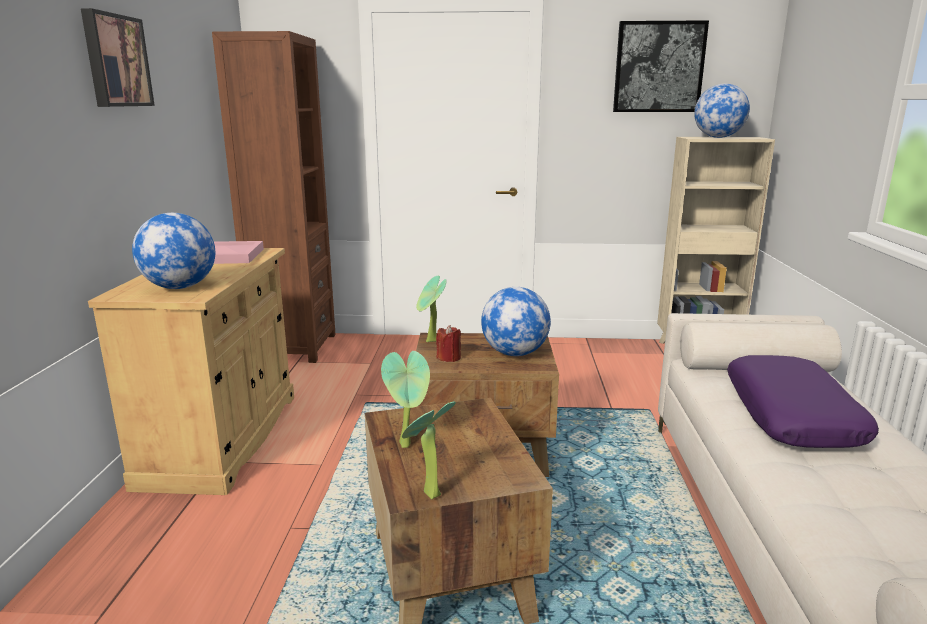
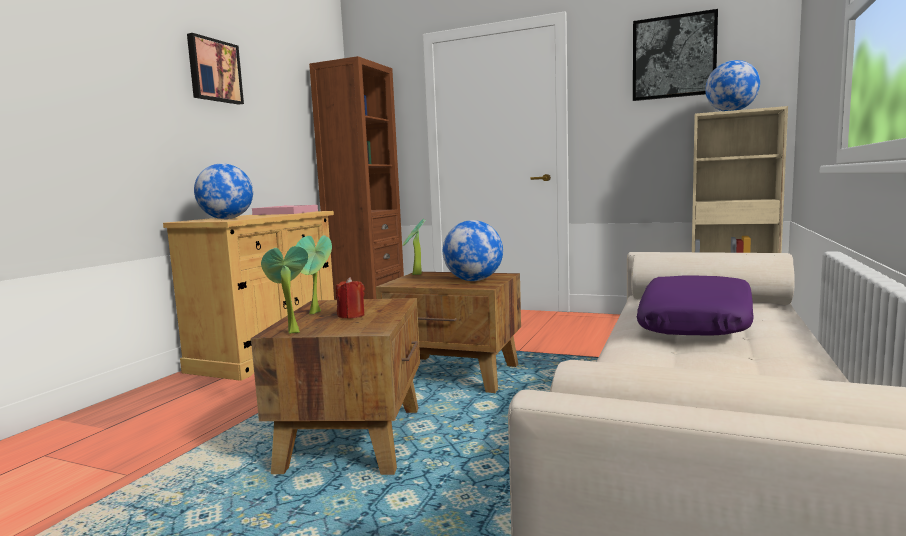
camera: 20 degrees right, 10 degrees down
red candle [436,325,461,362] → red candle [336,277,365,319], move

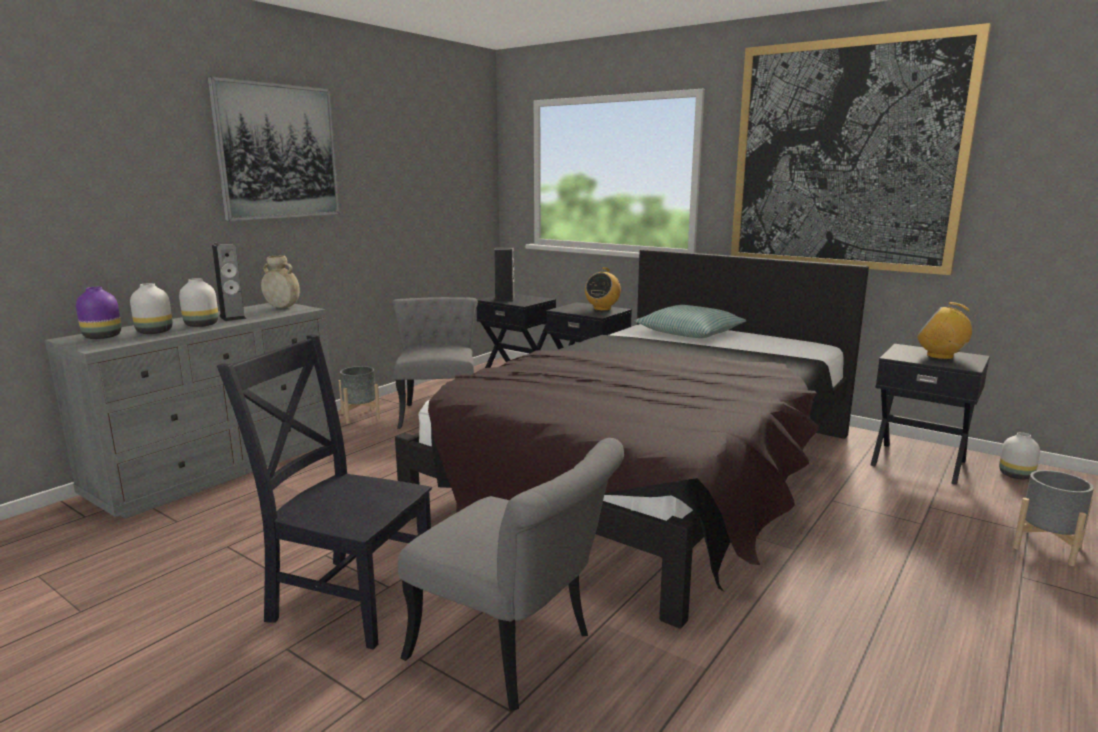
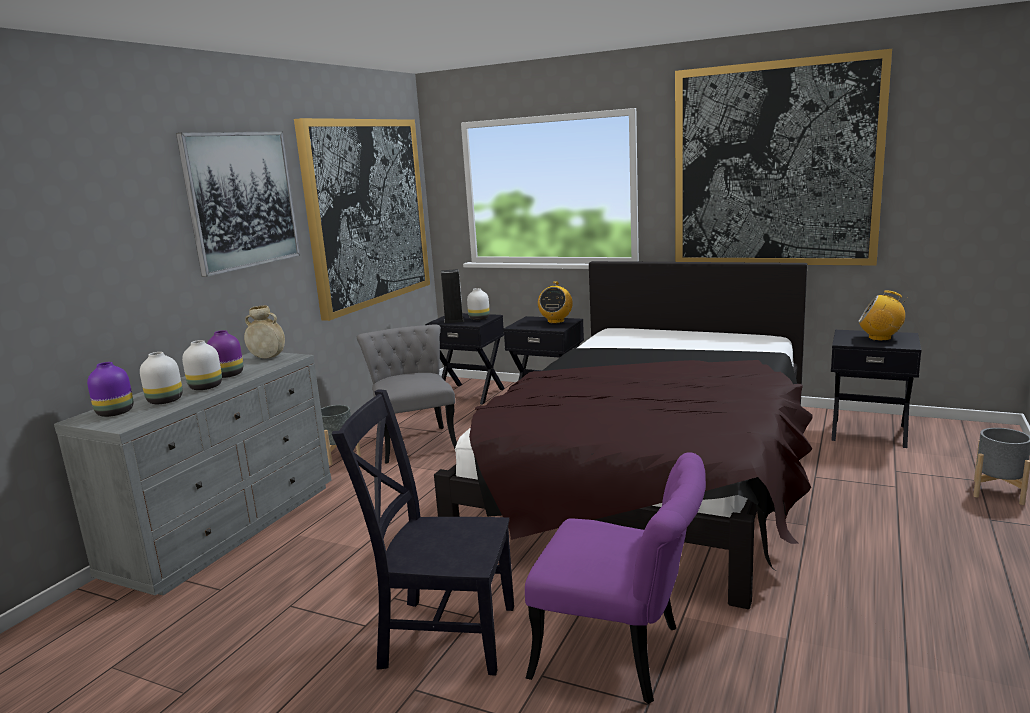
camera: 10 degrees left, 0 degrees up
pillow [635,305,747,338] → -
- → picture [294,118,430,321]
white vase [999,432,1040,480] → white vase [467,288,490,320], move
speaker [212,242,246,321] → purple vase [207,330,243,378]
grey chair [398,438,624,711] → purple chair [525,452,706,704]

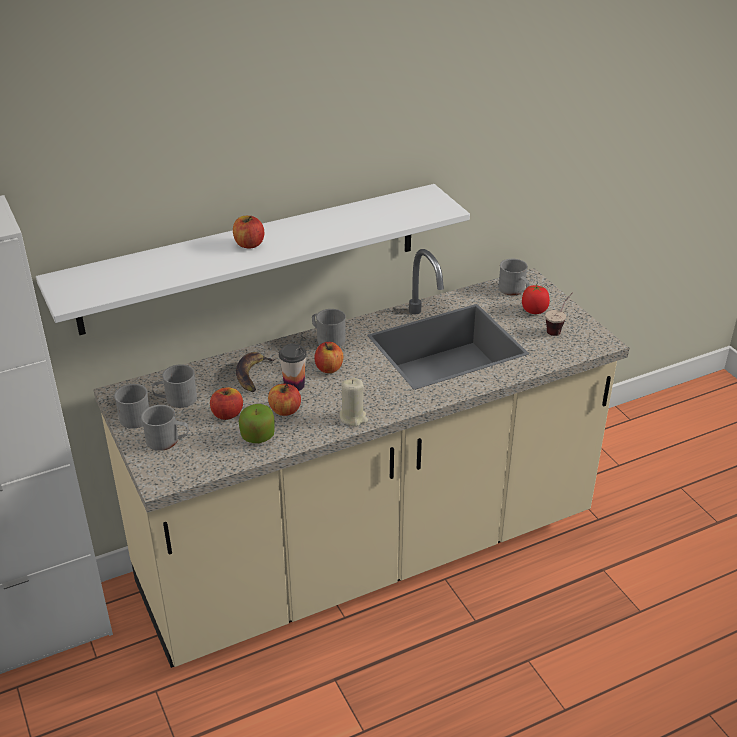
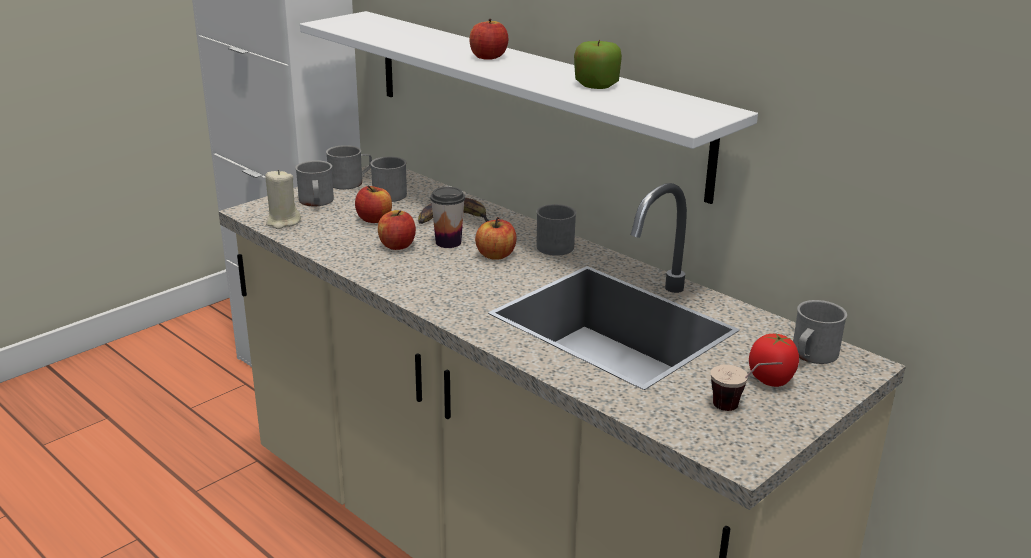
camera: 70 degrees right, 10 degrees down
apple [239,404,275,443] → apple [574,39,622,89], move
beige candle [340,378,368,427] → beige candle [265,169,301,229], move

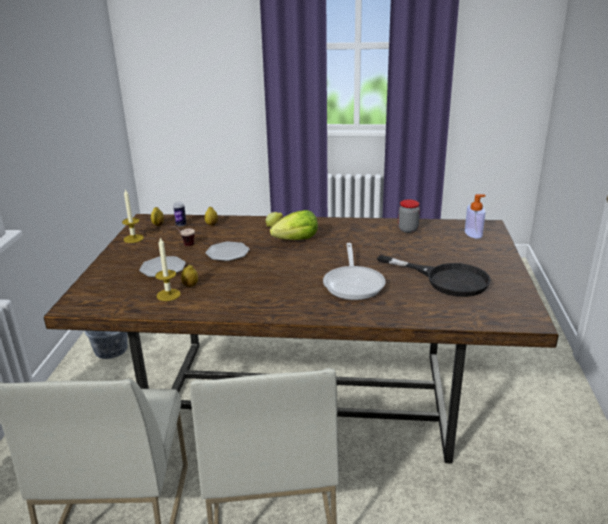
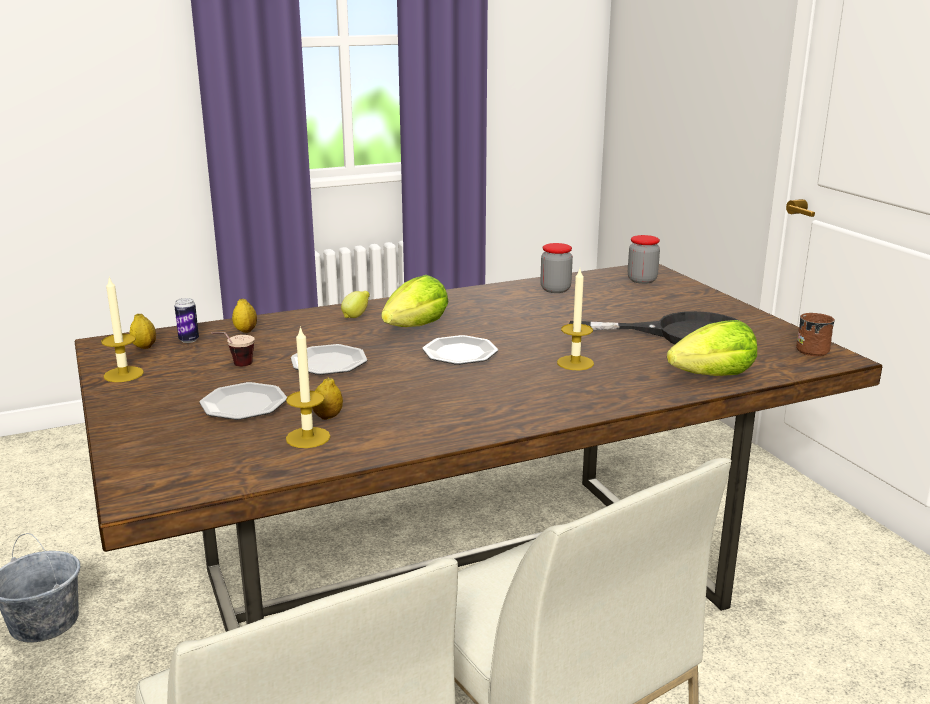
camera: 30 degrees left, 5 degrees down
- → plate [422,335,498,365]
- → lettuce [667,320,757,376]
- → brown mug [796,313,835,356]
frying pan [323,243,385,300] → candle [557,269,594,370]
soap dispenser [465,194,486,239] → jar [628,235,660,284]

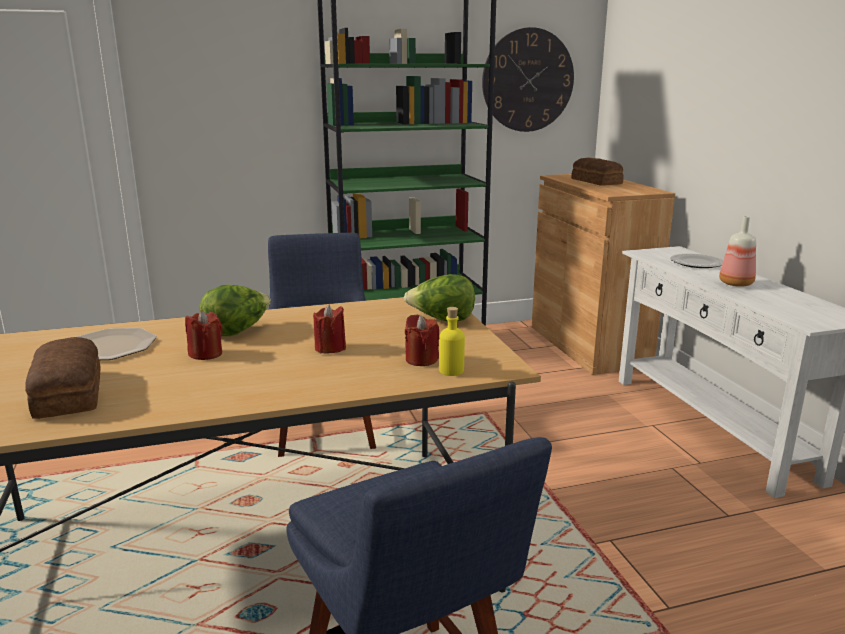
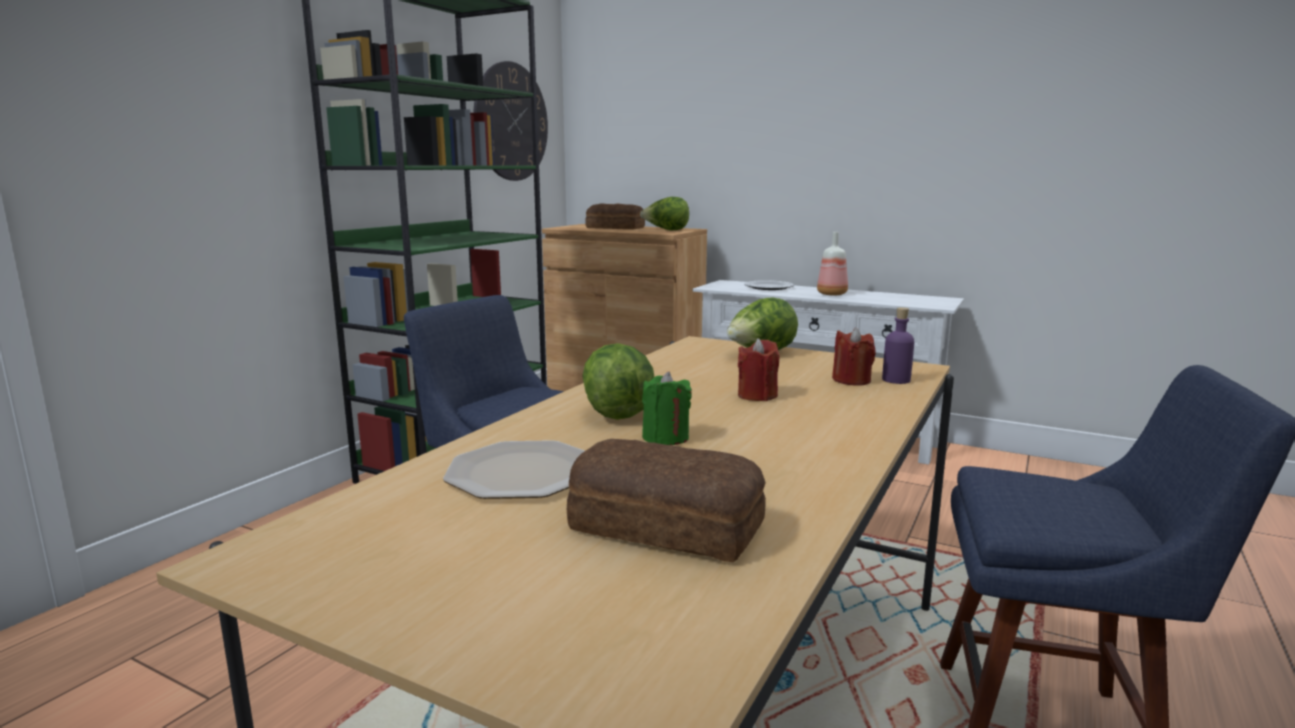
camera: 45 degrees left, 5 degrees down
- → lettuce [640,197,689,231]
red candle [185,311,223,360] → green candle [642,371,692,445]
yellow bottle [439,307,465,376] → purple bottle [882,307,914,384]

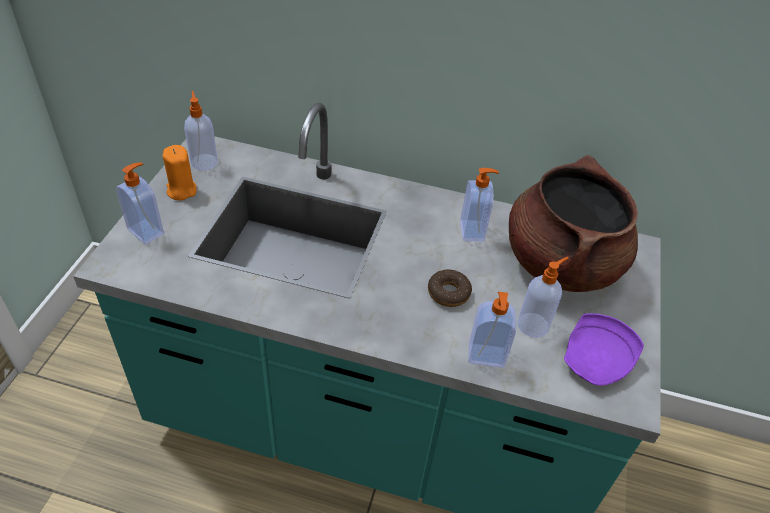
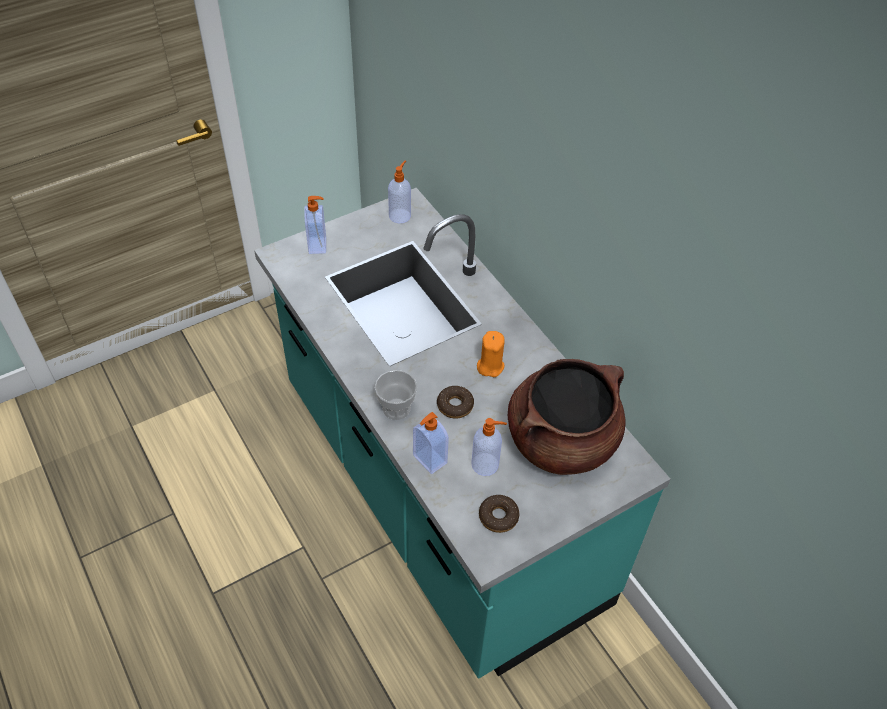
camera: 45 degrees right, 5 degrees up
soap dispenser [460,168,499,242] → -
- → cup [375,370,417,420]
orange candle [162,145,197,200] → orange candle [477,331,505,377], move
purple plate [564,313,644,386] → donut [479,495,519,533]

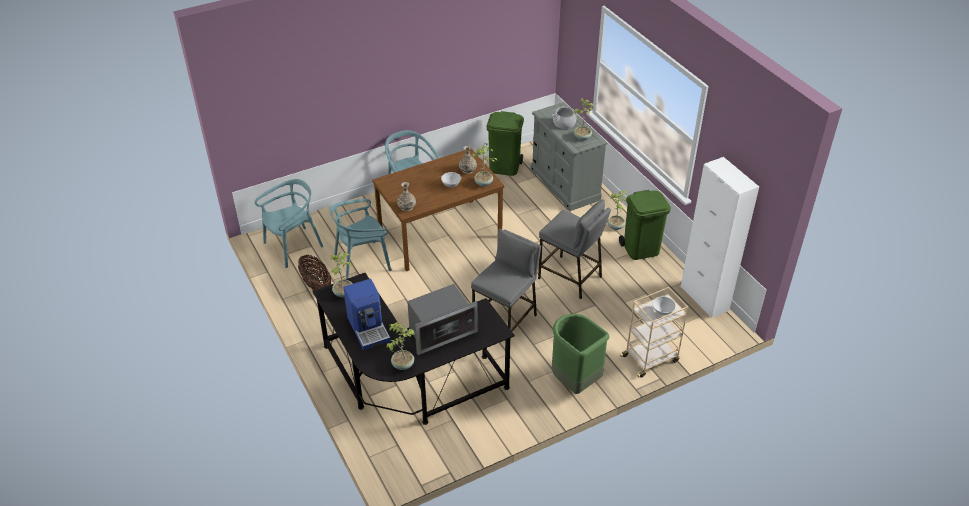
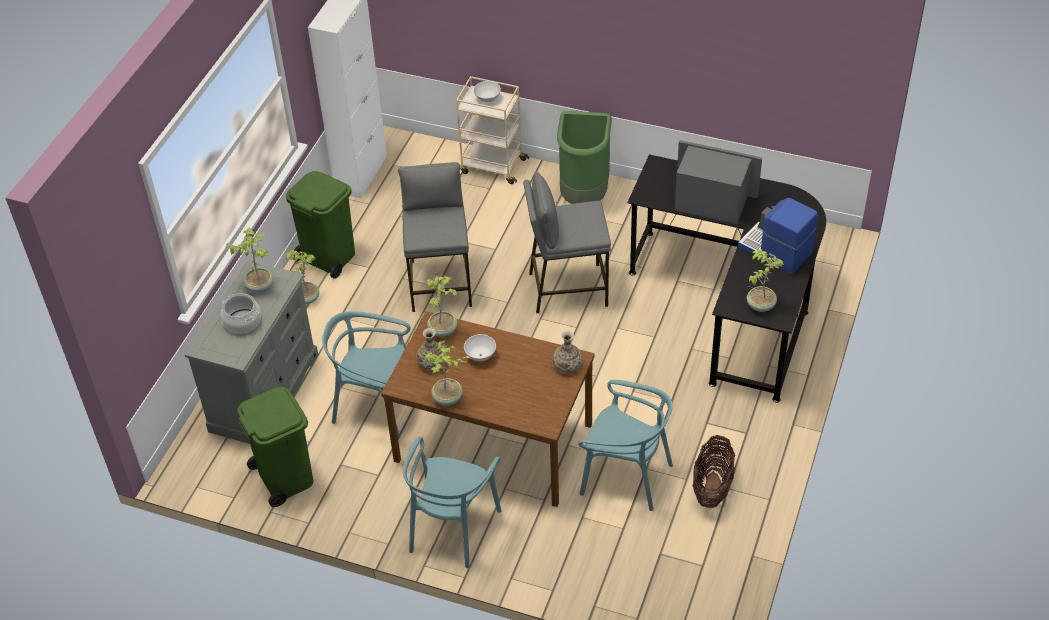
camera: 130 degrees left, 5 degrees up
turquoise chair [255,179,323,268] → turquoise chair [322,311,410,438], move
potted plant [386,322,415,370] → potted plant [424,340,471,406], move
coffee machine [344,279,391,350] → coffee machine [738,198,818,274], 75 degrees counterclockwise

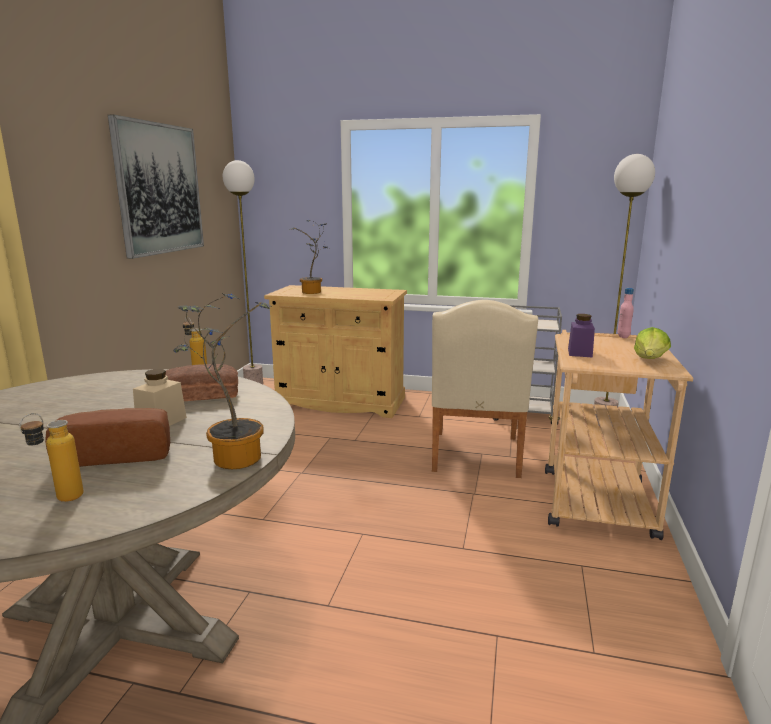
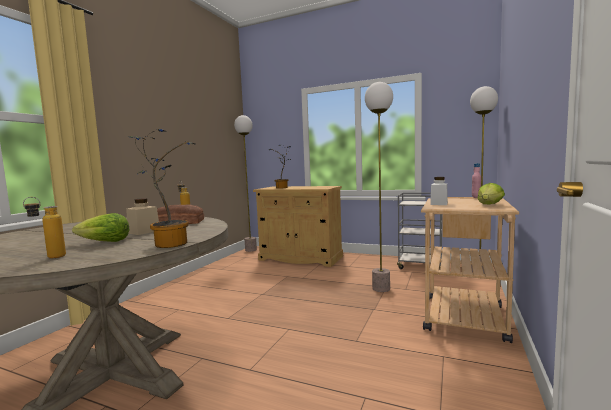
camera: 10 degrees right, 10 degrees down
picture [108,114,204,259] → -
bread [45,408,170,467] → lettuce [72,213,130,242]
beige chair [432,300,538,478] → floor lamp [365,82,393,292]
purple jar [568,314,595,358] → white jar [430,177,448,205]

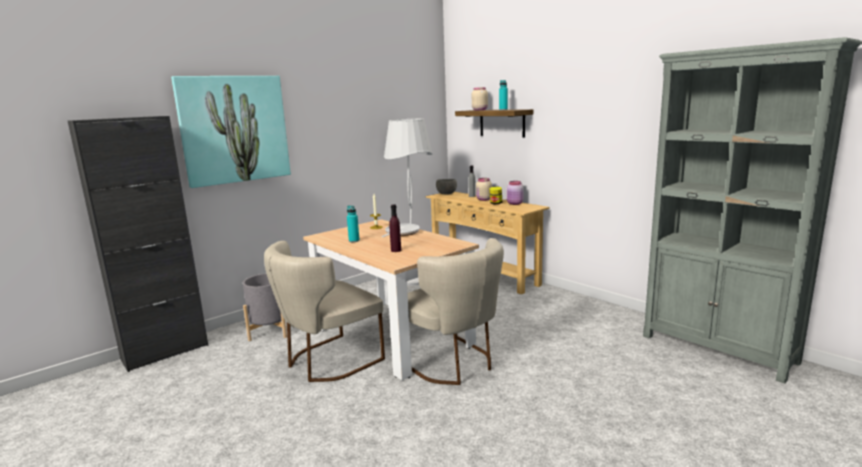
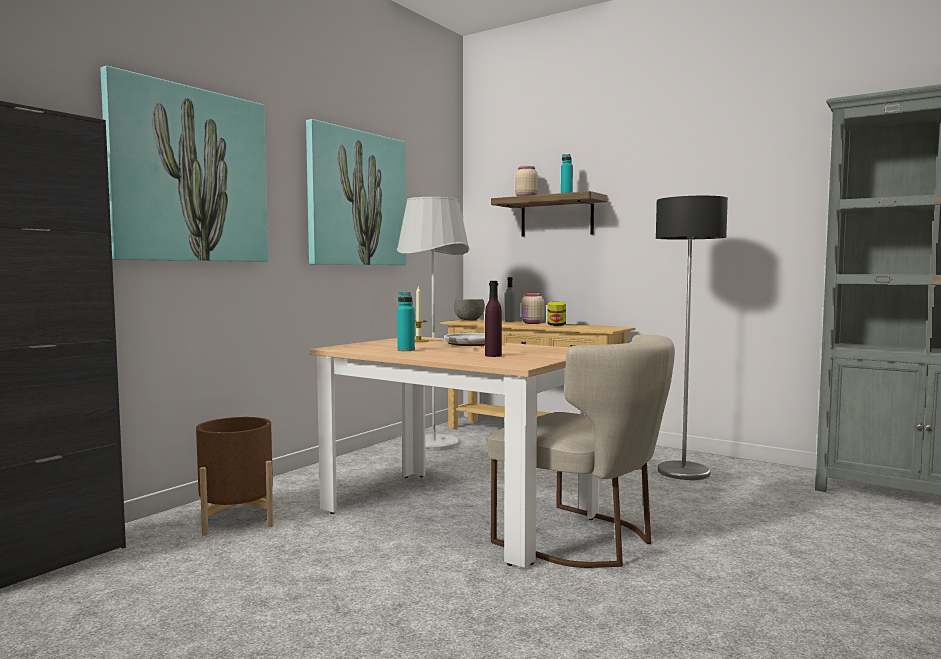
camera: 15 degrees left, 10 degrees down
beige chair [264,241,385,382] → -
pink jar [507,181,524,205] → -
- → picture [306,119,406,265]
- → floor lamp [656,196,728,480]
grey planter [243,273,287,341] → brown planter [196,417,273,536]

